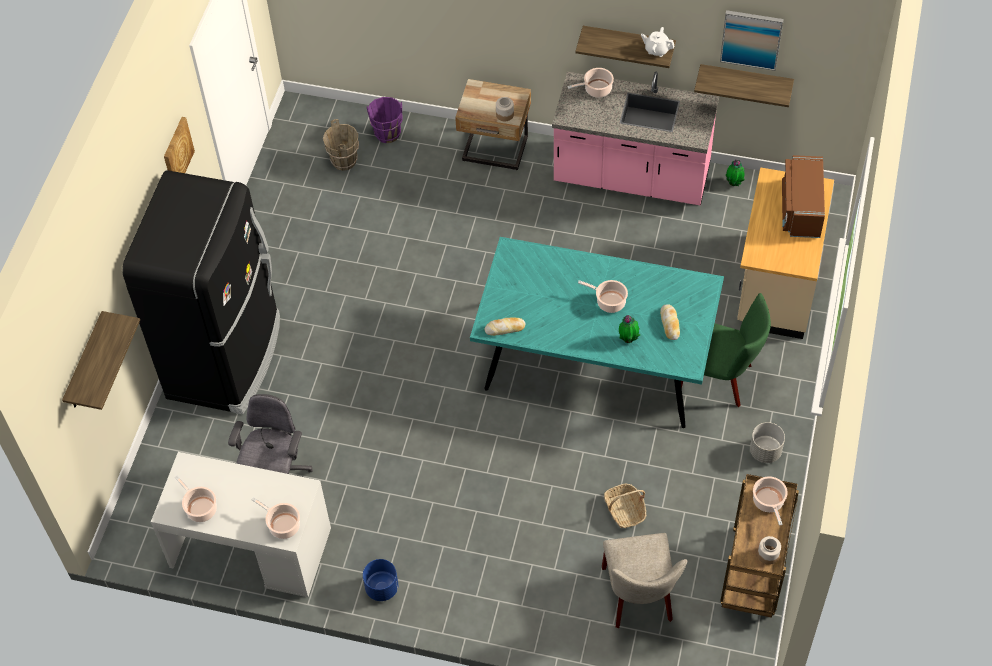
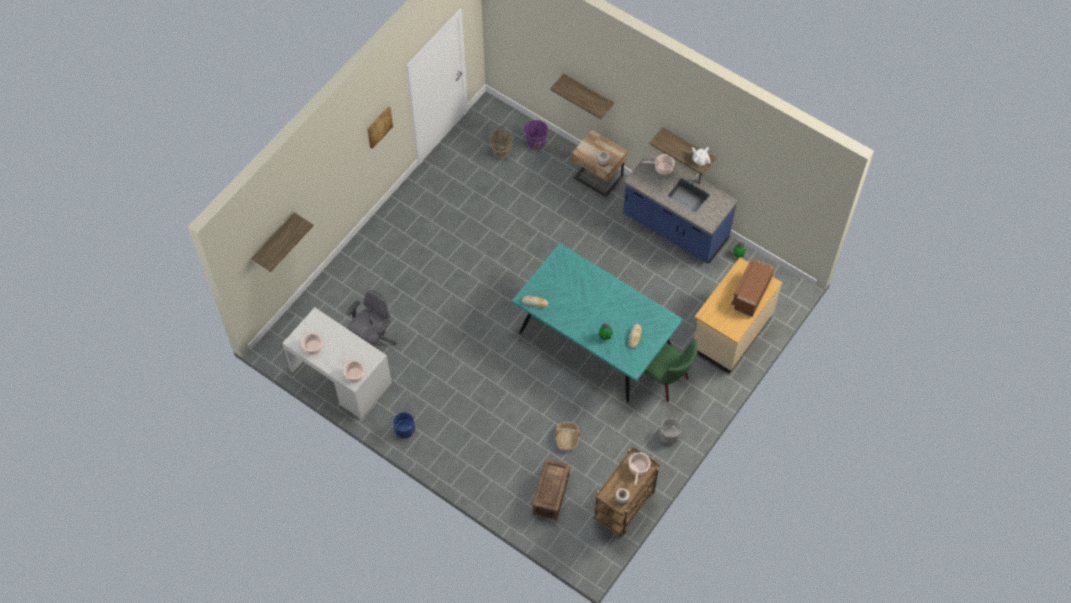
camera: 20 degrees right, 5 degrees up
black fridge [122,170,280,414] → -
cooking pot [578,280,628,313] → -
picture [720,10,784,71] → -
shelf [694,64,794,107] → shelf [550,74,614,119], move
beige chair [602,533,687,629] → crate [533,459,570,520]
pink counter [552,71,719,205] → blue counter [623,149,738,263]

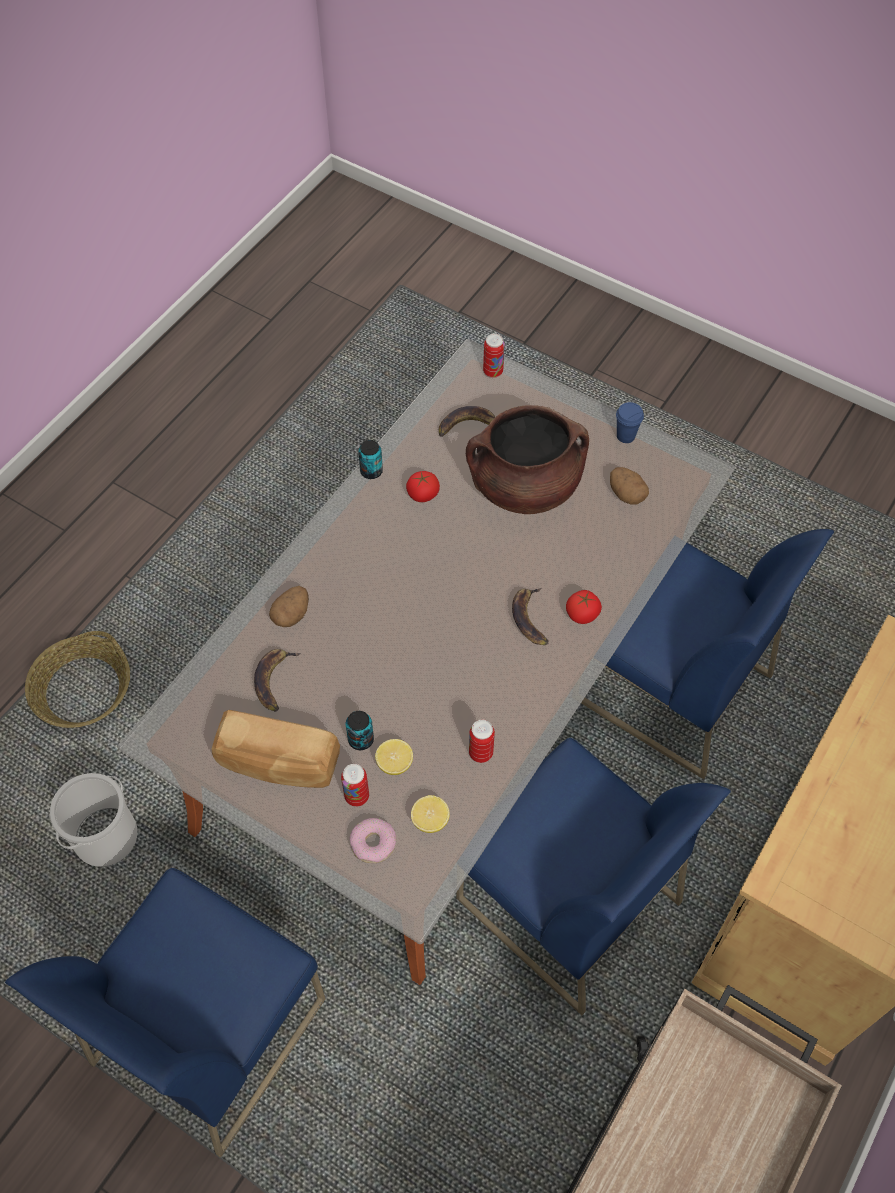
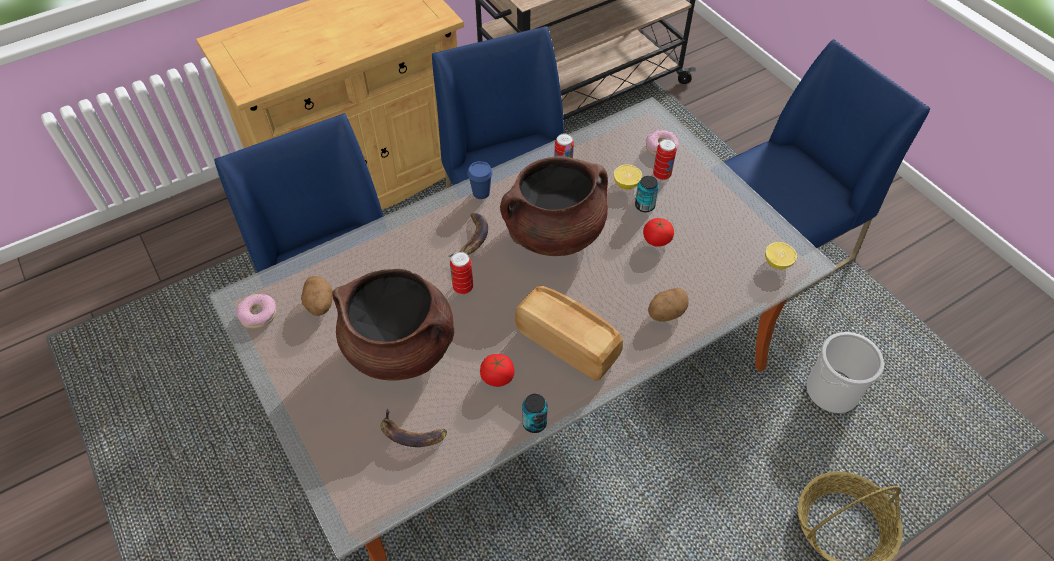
camera: 155 degrees left, 5 degrees down
banana [254,649,301,712] → -
- → donut [236,294,276,329]
- → brown cooking pot [500,156,608,256]
bread [212,710,340,788] → bread [515,285,623,381], move
lemon [411,795,450,833] → lemon [765,242,797,269], move
can [483,333,505,378] → can [450,252,473,294], move
tomato [566,590,602,624] → tomato [643,218,674,247], move
blue cup [616,402,644,443] → blue cup [467,161,493,199], move

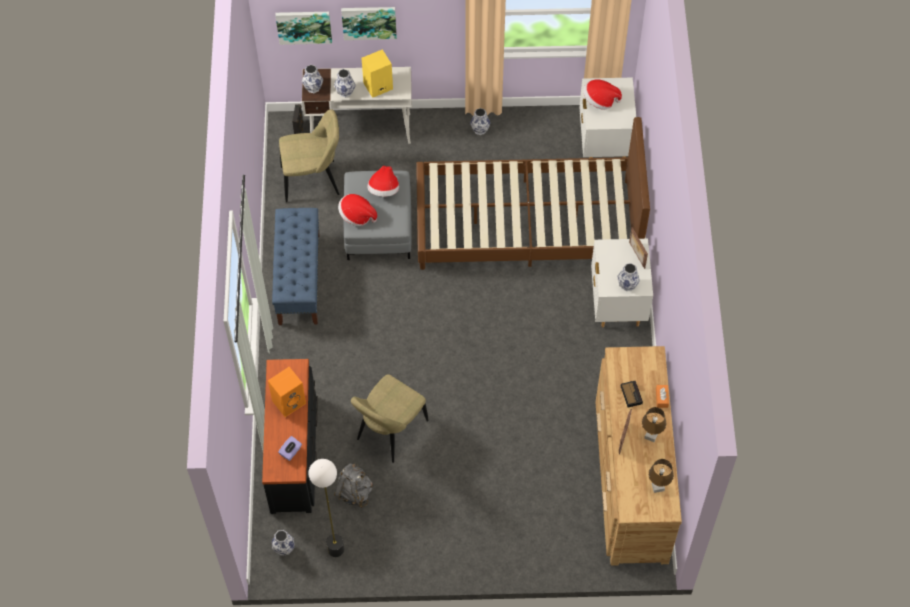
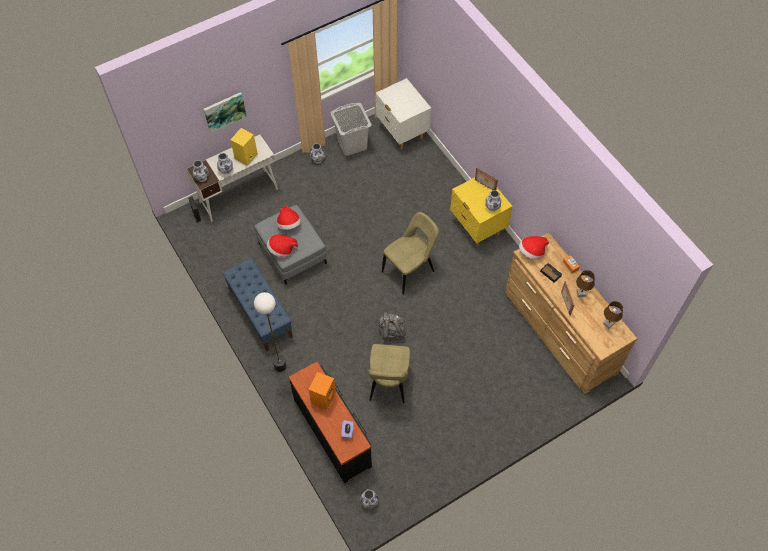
camera: 30 degrees left, 0 degrees up
picture [275,12,332,45] → -
brown bed [416,117,650,270] → -
- → grey laundry basket [330,103,372,156]
beige chair [279,110,339,202] → beige chair [382,212,439,294], move
floor lamp [309,459,344,557] → floor lamp [254,292,287,372], move
grey backpack [334,463,373,508] → grey backpack [378,311,406,341], move
hat [583,79,622,110] → hat [519,236,549,260], move
white nightstand [591,239,653,327] → yellow nightstand [450,178,513,246]

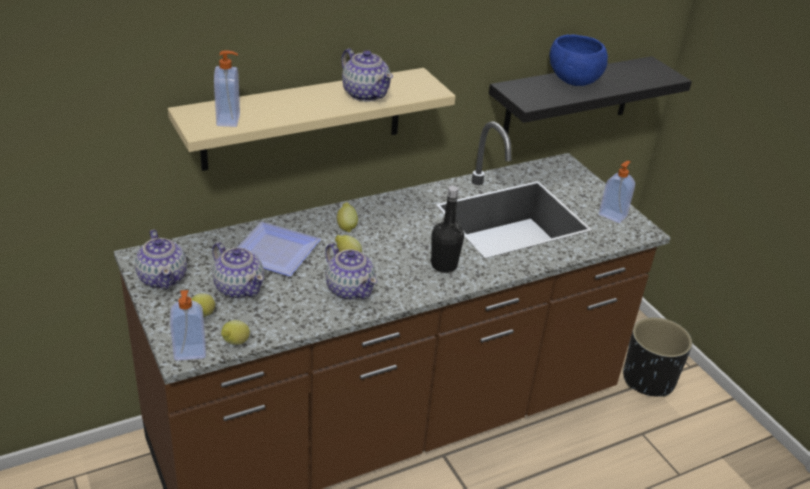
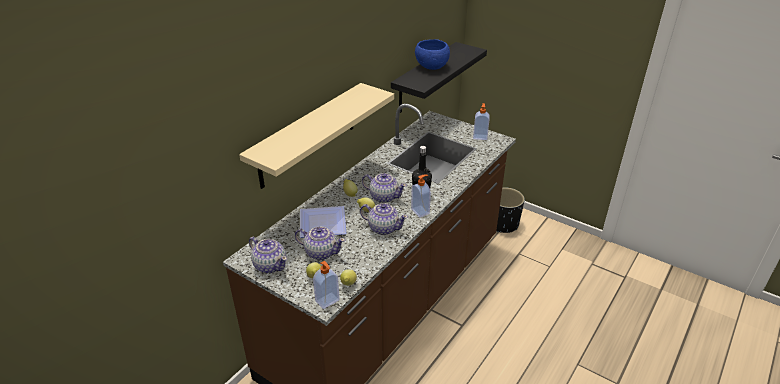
camera: 25 degrees left, 0 degrees up
soap dispenser [214,50,240,127] → soap dispenser [411,174,431,217], move
teapot [341,48,393,102] → teapot [362,173,407,203], move

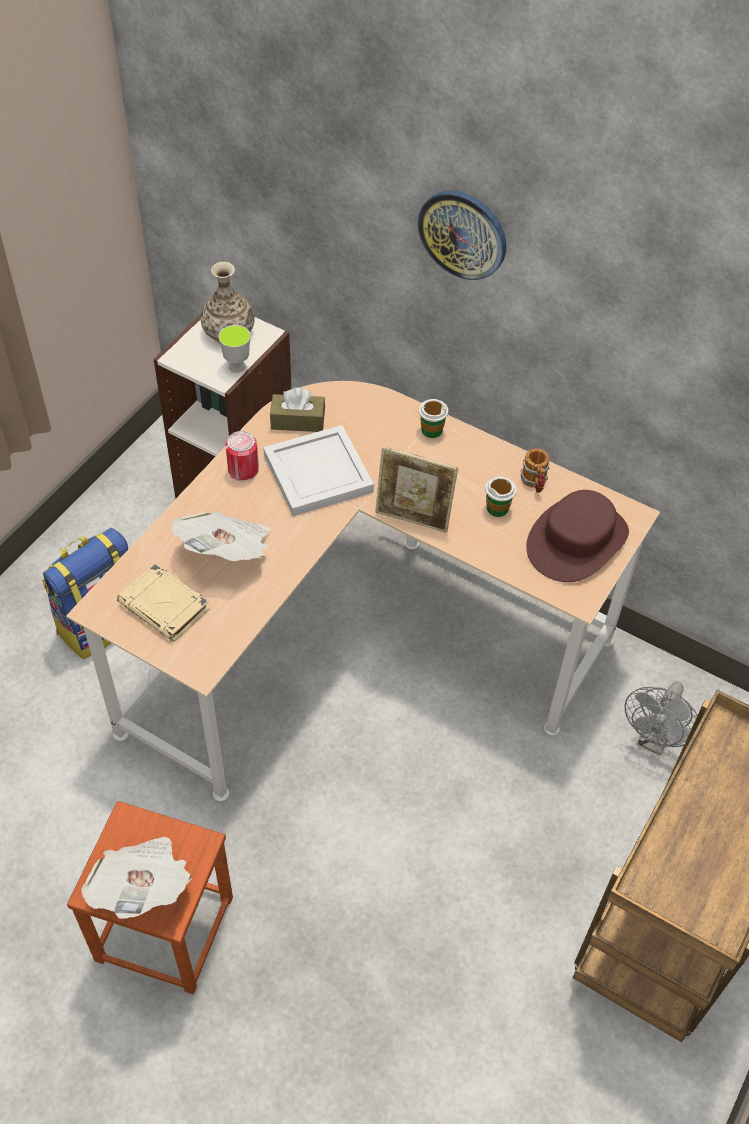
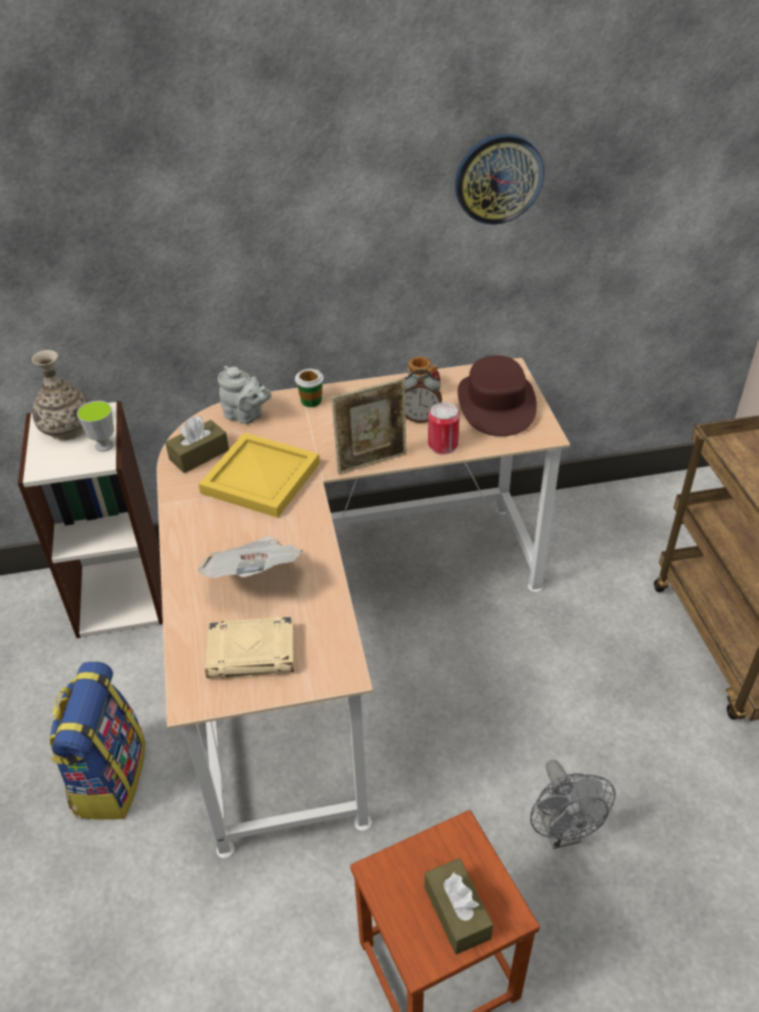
camera: 40 degrees left, 10 degrees down
- → grey teapot [218,366,272,424]
can [226,431,259,482] → can [428,402,460,455], move
wall clock [418,190,506,280] → wall clock [455,134,544,225], move
grey fan [625,681,698,755] → grey fan [530,760,616,849], move
newspaper [81,837,192,919] → brown tissue box [425,858,493,955]
cup [485,476,517,517] → alarm clock [404,370,442,423]
white tray [263,425,374,516] → yellow tray [199,433,320,518]

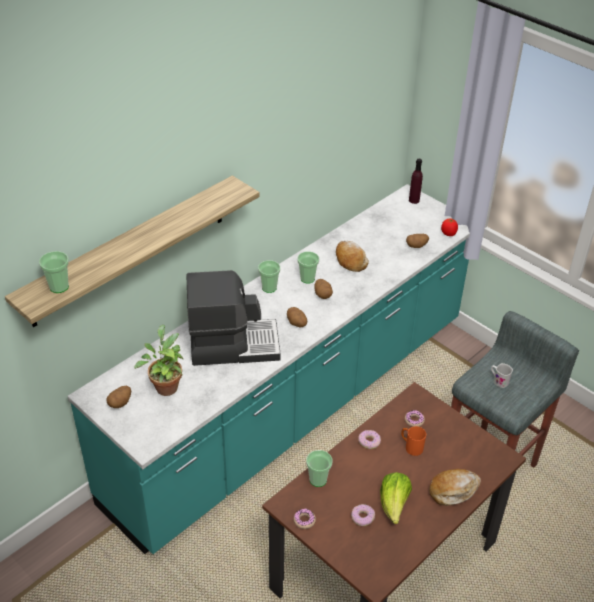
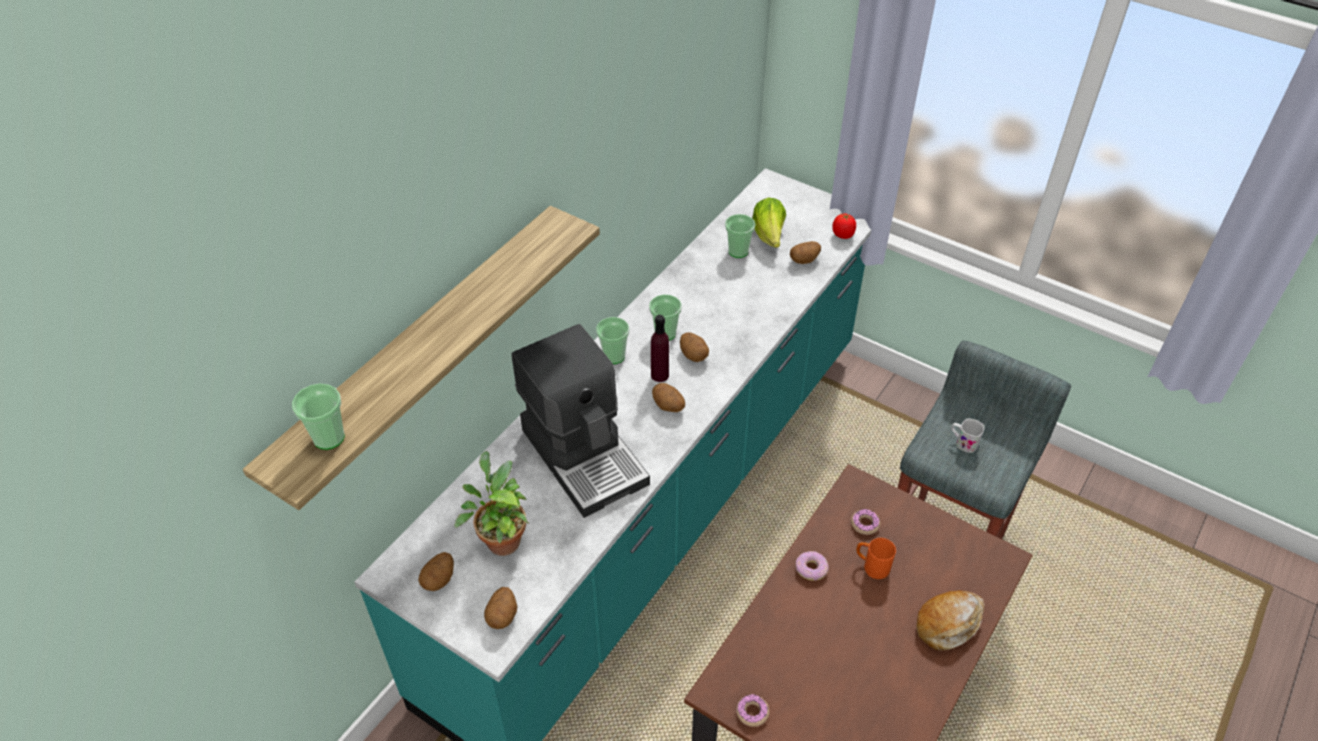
camera: 10 degrees left, 5 degrees up
bread [336,241,369,272] → -
donut [351,504,375,526] → -
- → potato [484,587,517,629]
cup [306,450,332,487] → cup [725,214,755,258], move
lettuce [380,472,412,524] → lettuce [752,198,786,248], move
purple bottle [409,159,423,204] → purple bottle [651,315,669,382], move
coffee machine [187,270,281,366] → coffee machine [512,324,650,518], 75 degrees clockwise

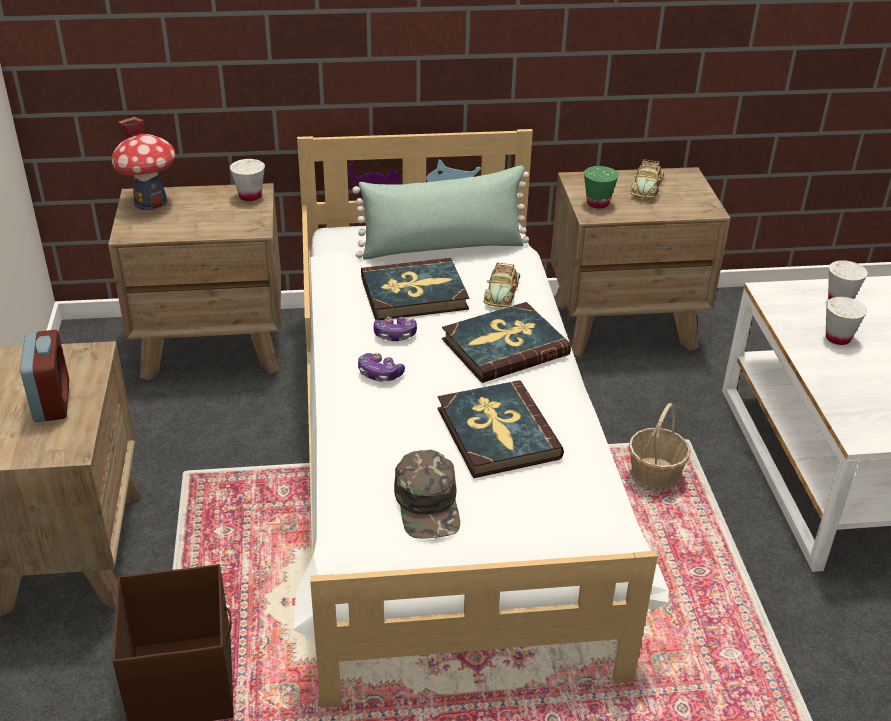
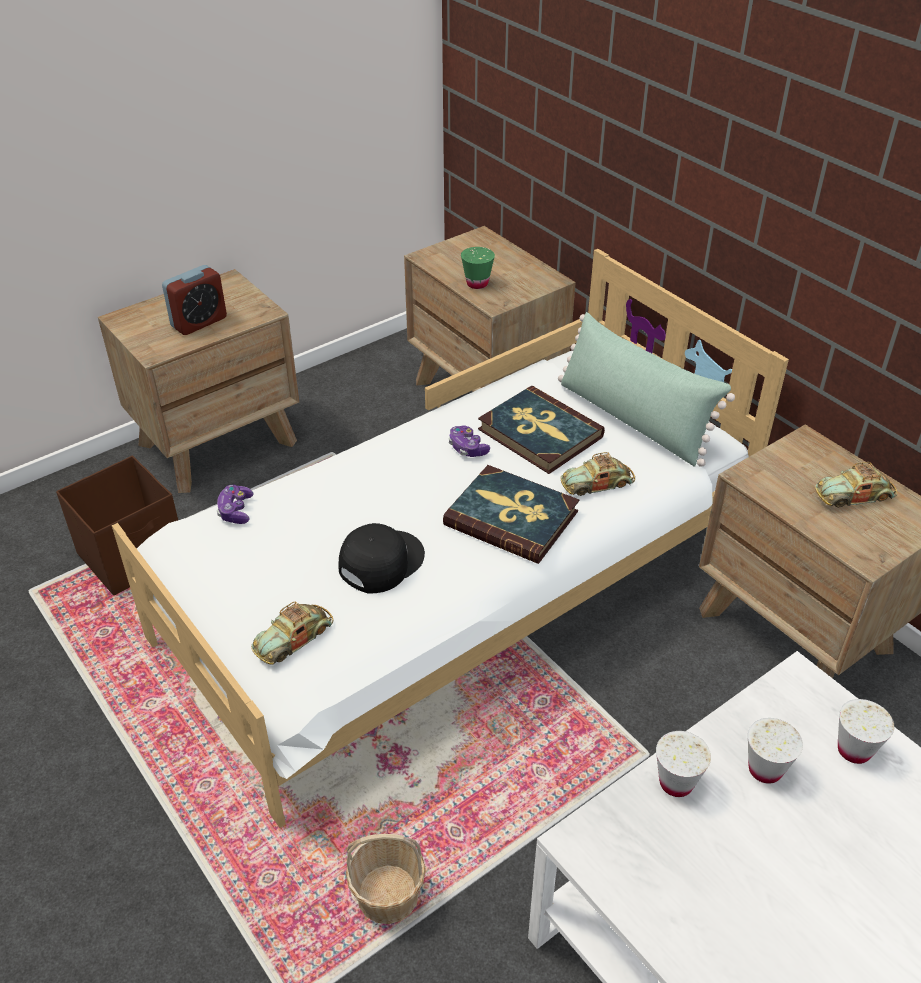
camera: 60 degrees right, 5 degrees up
toy house [112,117,175,210] → -
green cap [394,450,460,539] → -
- → toy car [251,601,334,665]
white cup [230,159,265,201] → white cup [656,731,711,797], move
game controller [358,353,405,382] → game controller [217,484,253,524], move
green cup [584,166,619,208] → green cup [461,247,495,289], move
basket [628,403,690,492] → basket [346,834,426,924], move
book [438,380,564,478] → black cap [338,523,425,594]

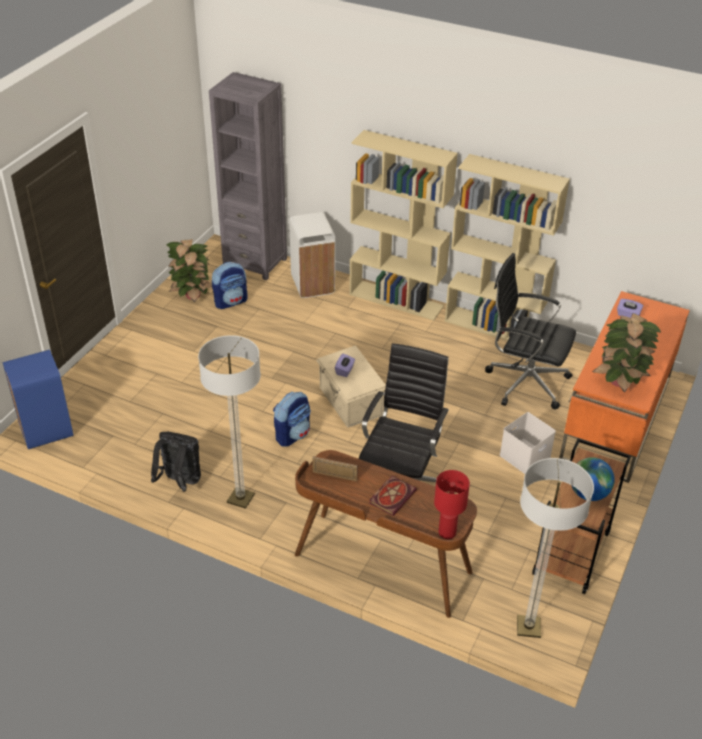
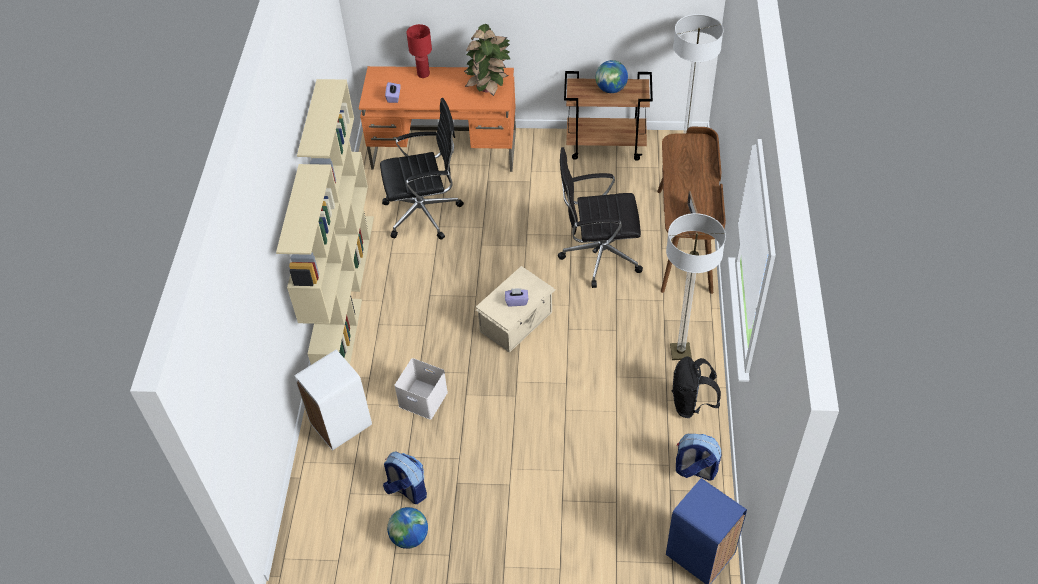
camera: 110 degrees left, 10 degrees up
grey bookcase [209,72,287,280] → -
book [369,476,417,516] → -
backpack [273,392,311,447] → backpack [676,434,721,481], move
red table lamp [434,470,470,539] → red table lamp [406,24,432,78], move
white storage box [500,412,556,474] → white storage box [394,358,448,420], move
potted plant [166,239,212,302] → globe [387,507,428,549]
black office chair [485,253,576,410] → black office chair [380,98,464,239], 105 degrees counterclockwise

